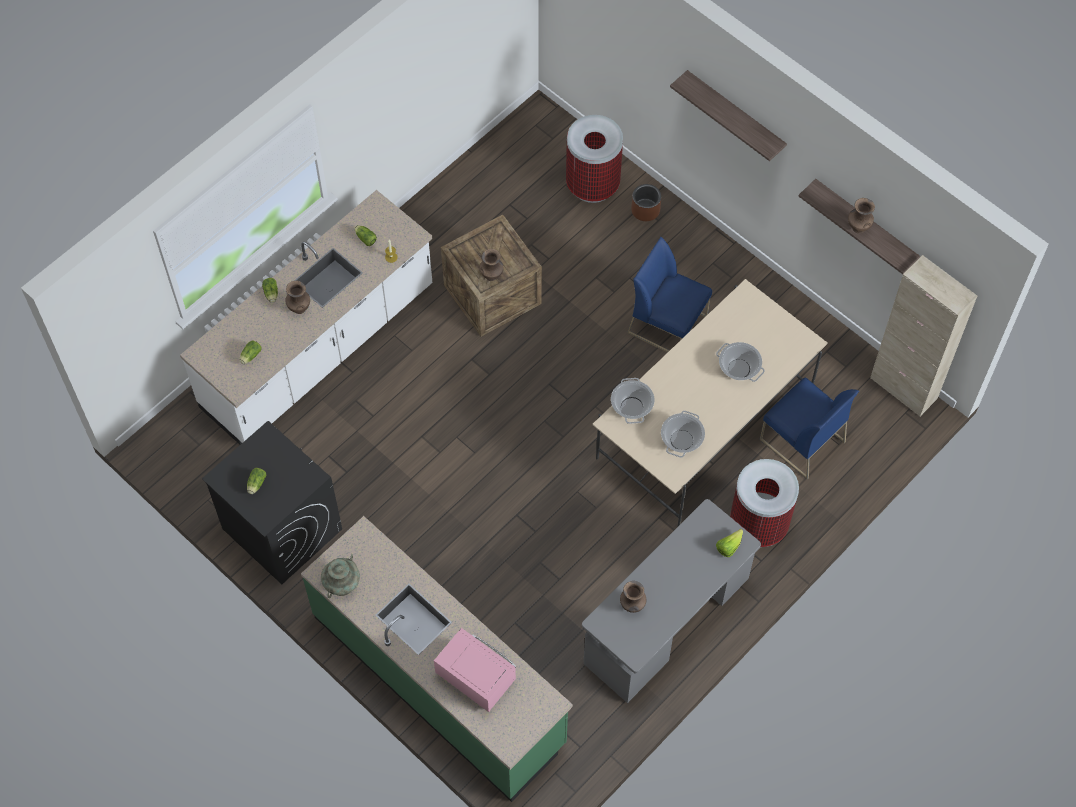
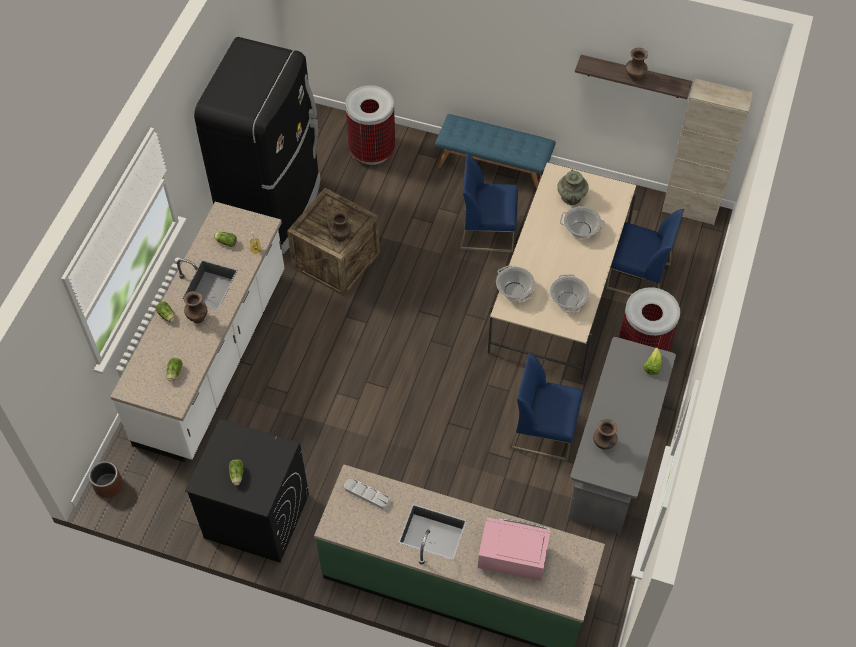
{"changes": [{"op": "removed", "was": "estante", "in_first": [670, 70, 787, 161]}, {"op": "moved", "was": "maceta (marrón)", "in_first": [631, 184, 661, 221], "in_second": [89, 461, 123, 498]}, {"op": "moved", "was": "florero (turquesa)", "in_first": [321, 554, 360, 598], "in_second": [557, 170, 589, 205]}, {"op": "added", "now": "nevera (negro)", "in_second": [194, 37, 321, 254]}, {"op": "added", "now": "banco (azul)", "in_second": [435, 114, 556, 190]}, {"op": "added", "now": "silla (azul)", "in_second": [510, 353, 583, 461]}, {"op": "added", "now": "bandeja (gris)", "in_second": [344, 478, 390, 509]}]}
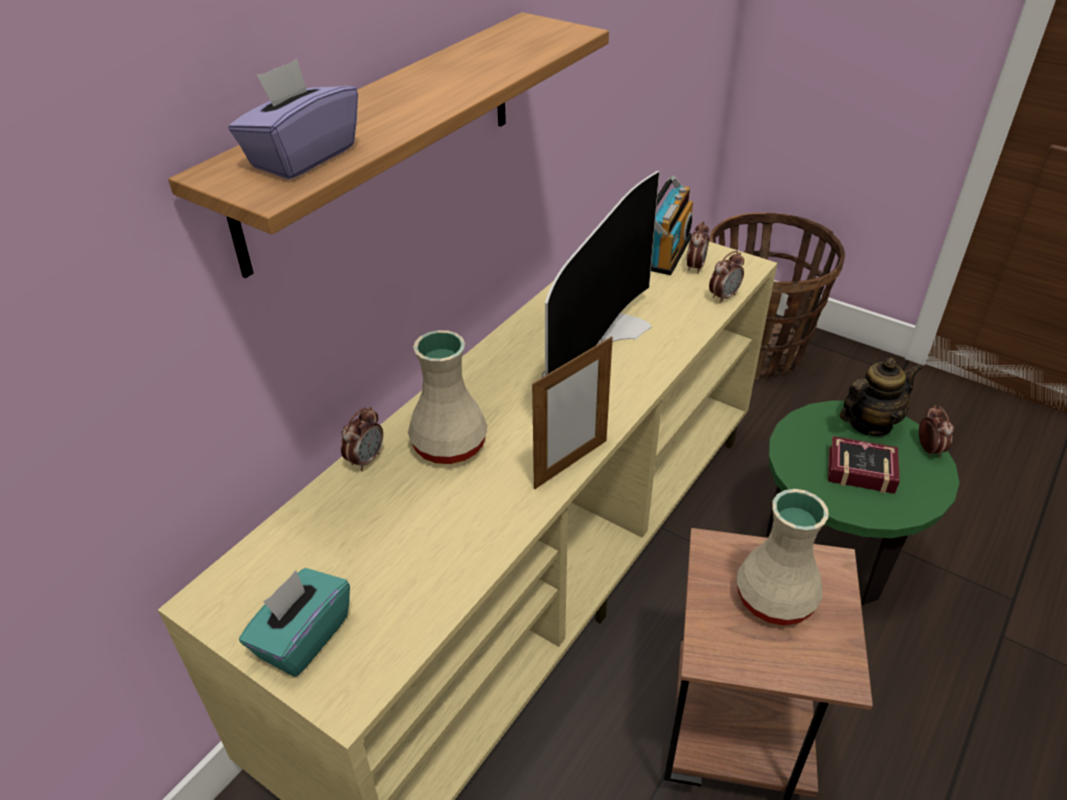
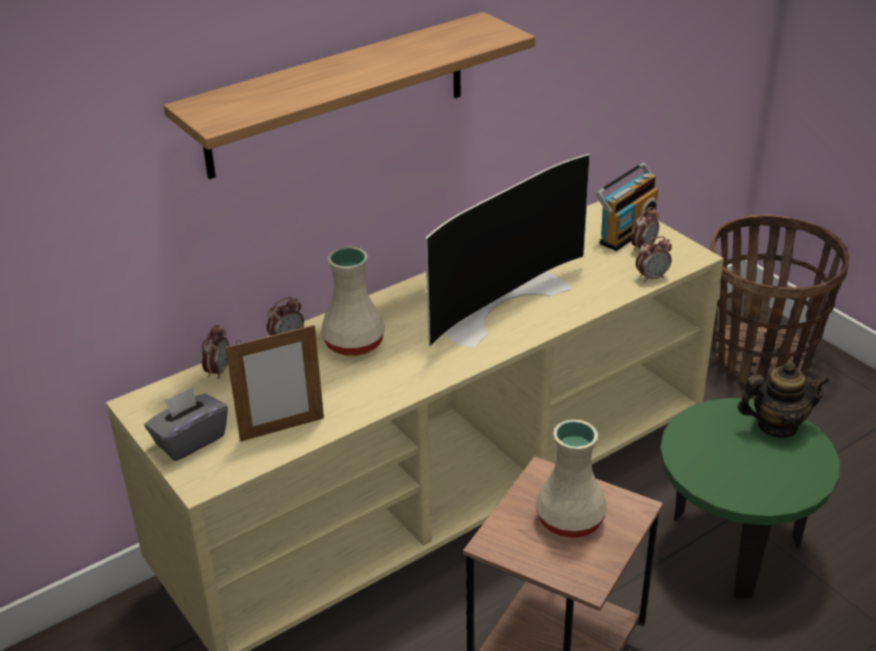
{"changes": [{"op": "removed", "was": "caja de pañuelos (morado)", "in_first": [228, 59, 358, 180]}, {"op": "moved", "was": "portarretratos", "in_first": [532, 336, 613, 489], "in_second": [226, 324, 324, 442]}, {"op": "moved", "was": "despertador", "in_first": [919, 405, 954, 457], "in_second": [202, 325, 229, 379]}, {"op": "removed", "was": "libro", "in_first": [828, 436, 900, 494]}, {"op": "recoloured", "was": "caja de pañuelos (turquesa)", "now": "caja de pañuelos (gris)", "in_first": [239, 568, 350, 677], "in_second": [144, 387, 228, 461]}]}
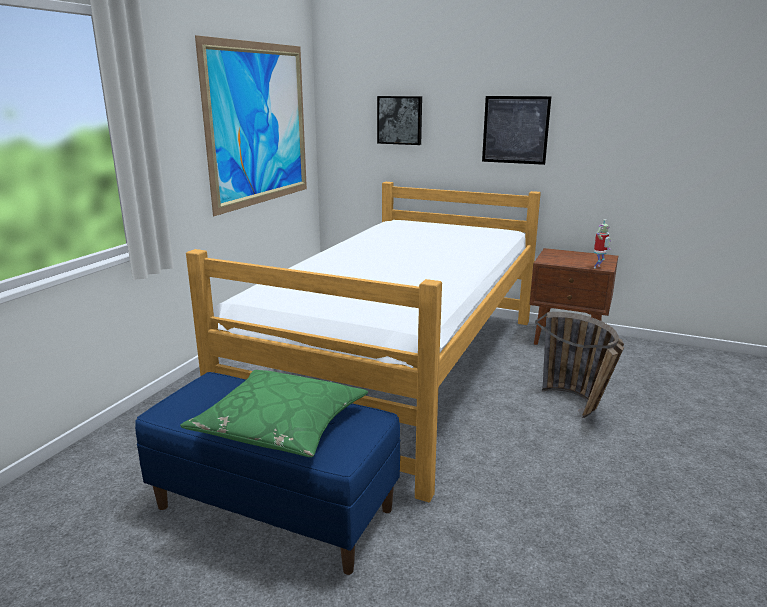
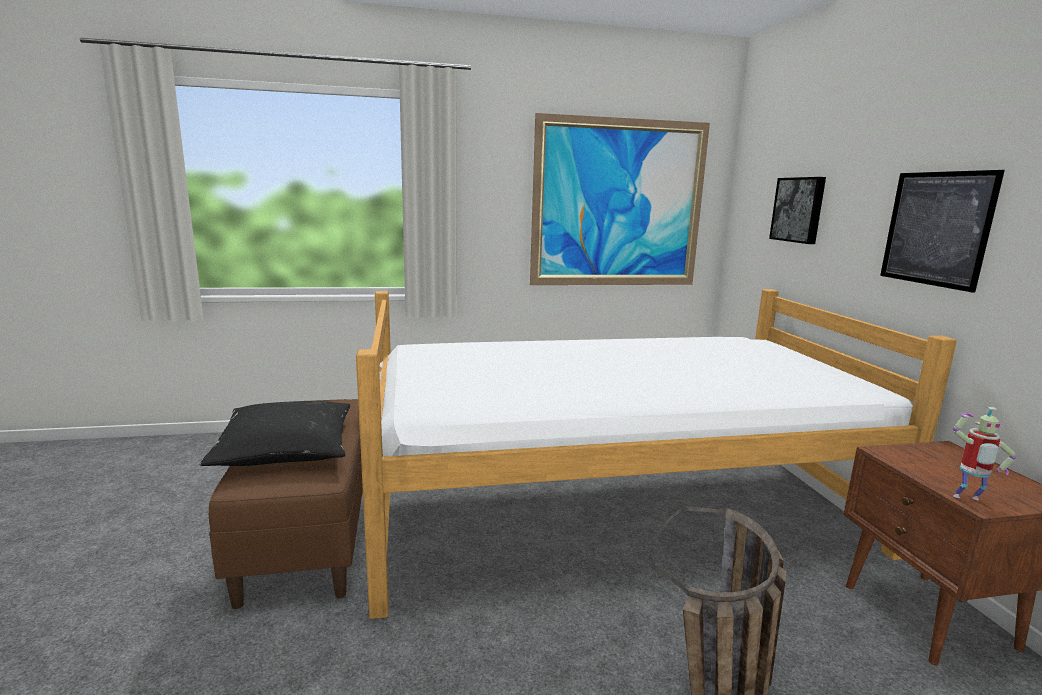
{"changes": [{"op": "recoloured", "was": "cojín (verde)", "now": "cojín (negro)", "in_first": [180, 370, 368, 457], "in_second": [200, 401, 350, 466]}, {"op": "recoloured", "was": "banco (azul)", "now": "banco (marrón)", "in_first": [135, 372, 401, 575], "in_second": [209, 399, 363, 609]}]}
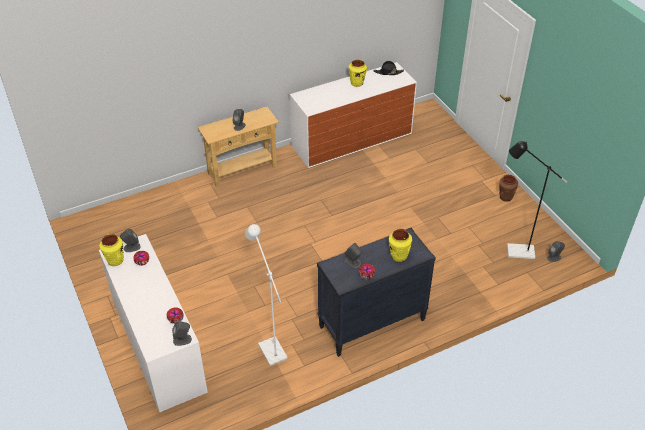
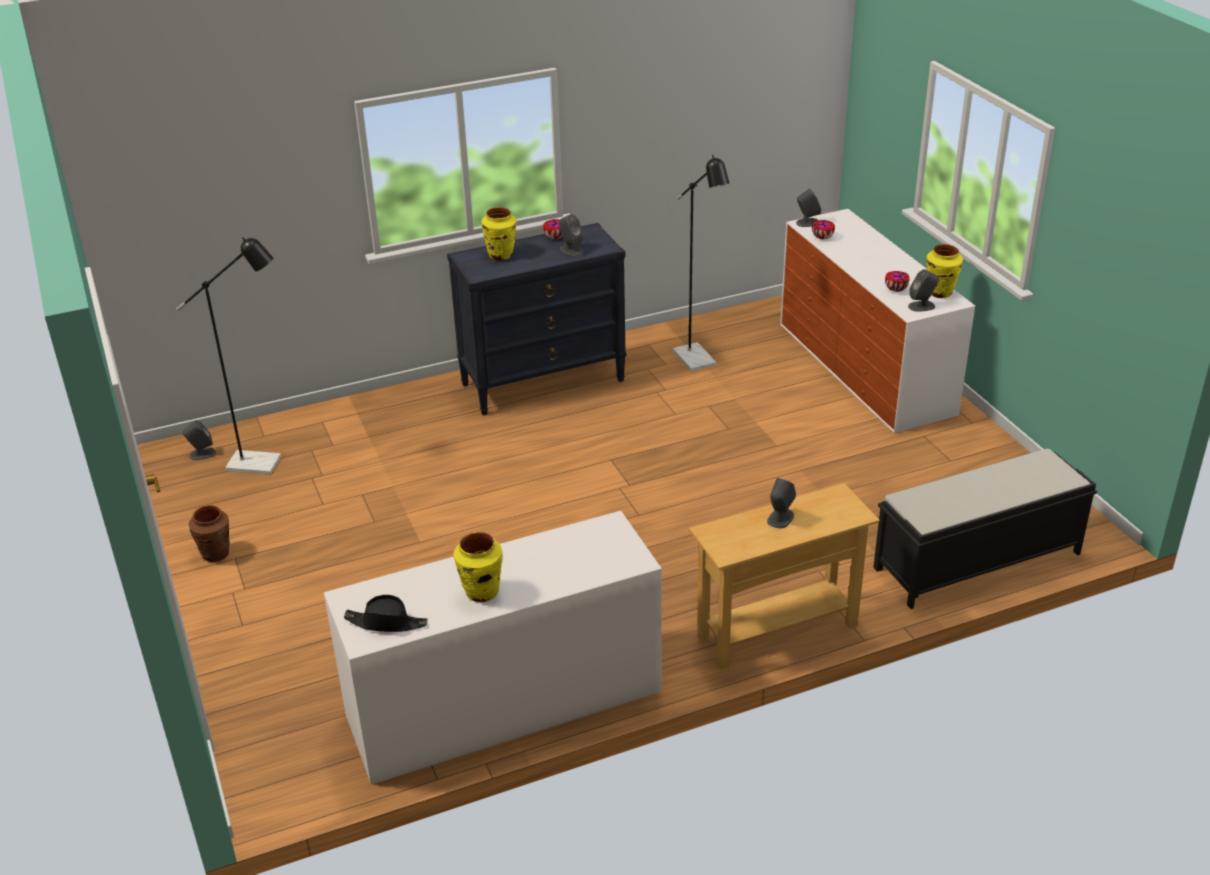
{"changes": [{"op": "recoloured", "was": "lámpara de pie (blanco)", "now": "lámpara de pie (negro)", "in_first": [245, 224, 288, 366], "in_second": [673, 155, 730, 371]}, {"op": "added", "now": "banco (negro)", "in_second": [873, 449, 1097, 609]}]}
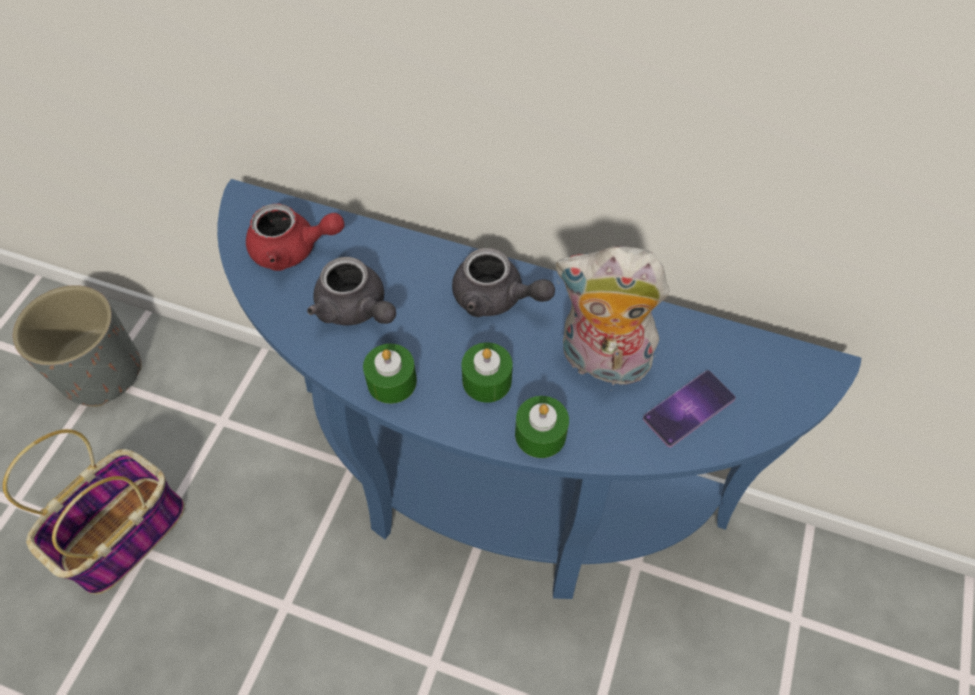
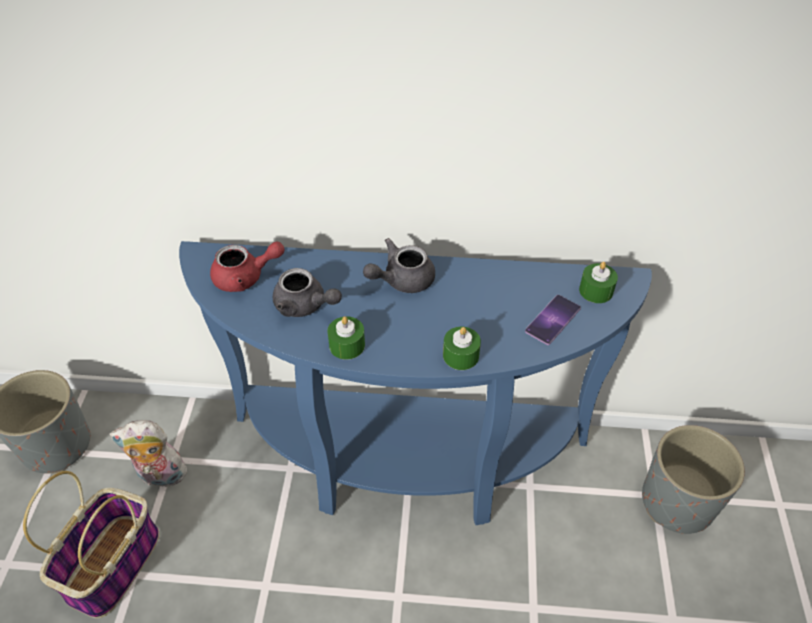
{"changes": [{"op": "moved", "was": "peluche", "in_first": [556, 246, 670, 391], "in_second": [109, 420, 189, 487]}, {"op": "turned", "was": "tetera (gris)", "in_first": [452, 248, 555, 317], "in_second": [363, 238, 435, 293], "clockwise": 135}, {"op": "moved", "was": "vela (verde)", "in_first": [462, 343, 513, 403], "in_second": [579, 262, 618, 303]}, {"op": "added", "now": "maceta (gris)", "in_second": [642, 425, 745, 534]}]}
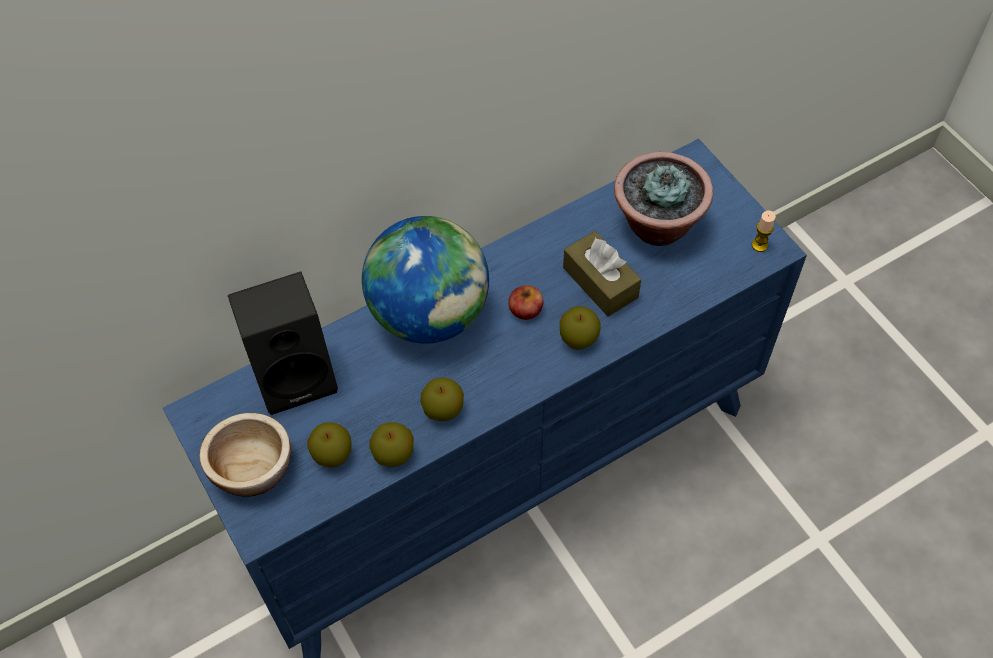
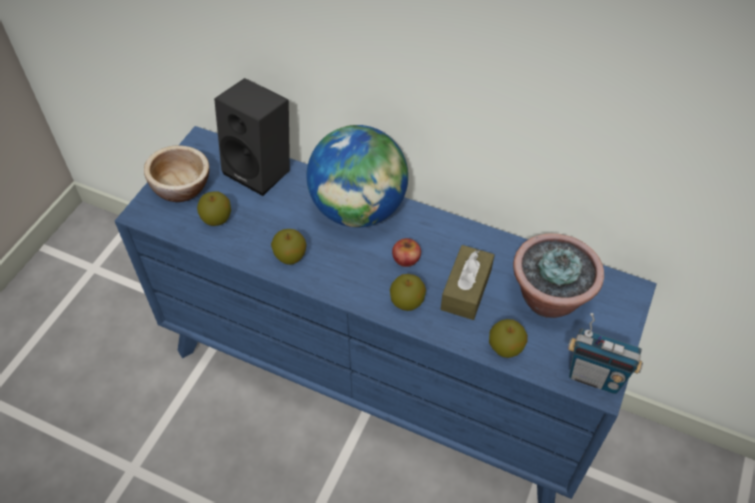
{"changes": [{"op": "replaced", "was": "vela", "now": "radio", "in_first": [752, 211, 776, 252], "in_second": [567, 313, 643, 394]}, {"op": "moved", "was": "manzana", "in_first": [369, 422, 414, 467], "in_second": [489, 319, 528, 358]}]}
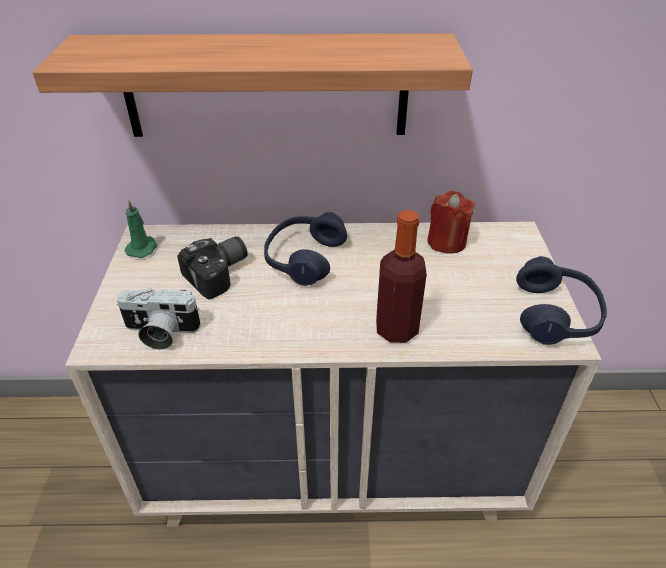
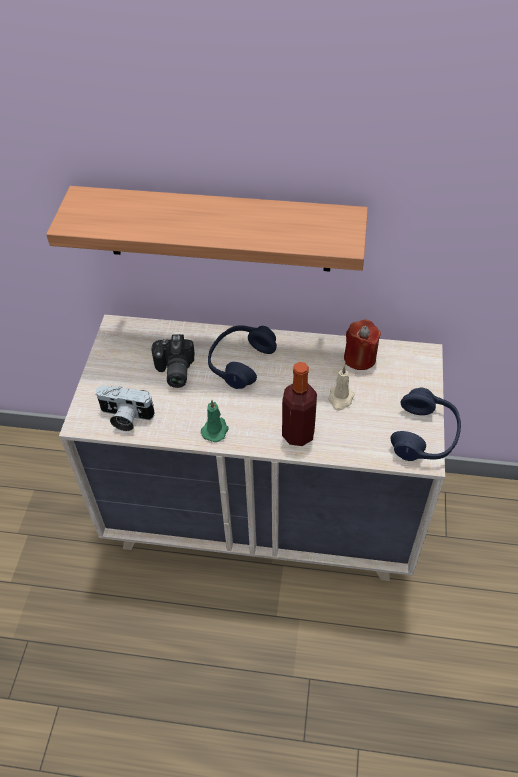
{"changes": [{"op": "moved", "was": "vela (verde)", "in_first": [125, 200, 158, 258], "in_second": [201, 400, 229, 442]}, {"op": "turned", "was": "cámara", "in_first": [177, 236, 248, 300], "in_second": [151, 334, 195, 388], "clockwise": 120}, {"op": "added", "now": "vela (beis)", "in_second": [329, 366, 355, 411]}]}
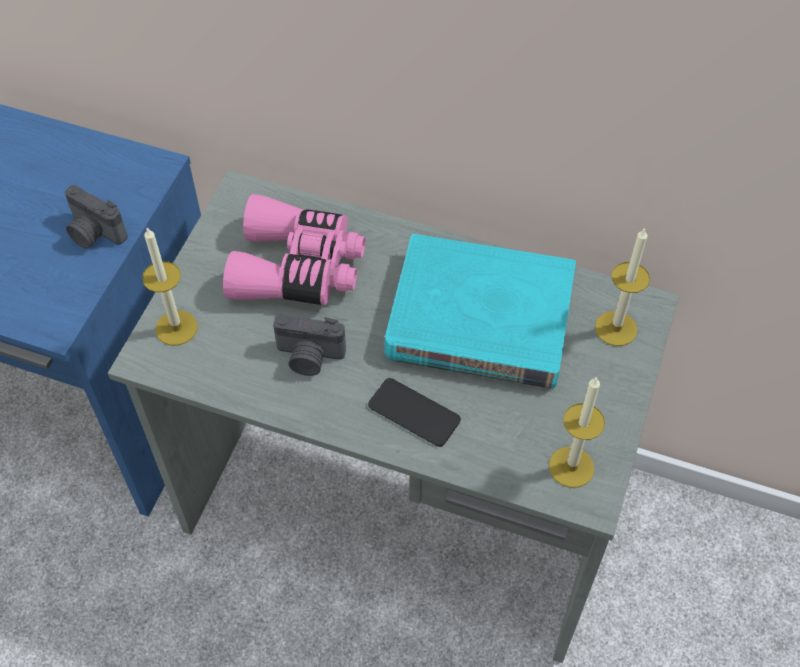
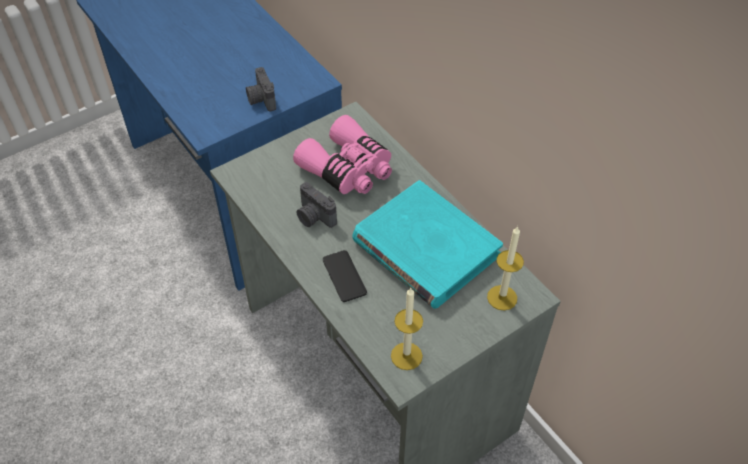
{"changes": [{"op": "removed", "was": "vela", "in_first": [142, 228, 198, 345]}]}
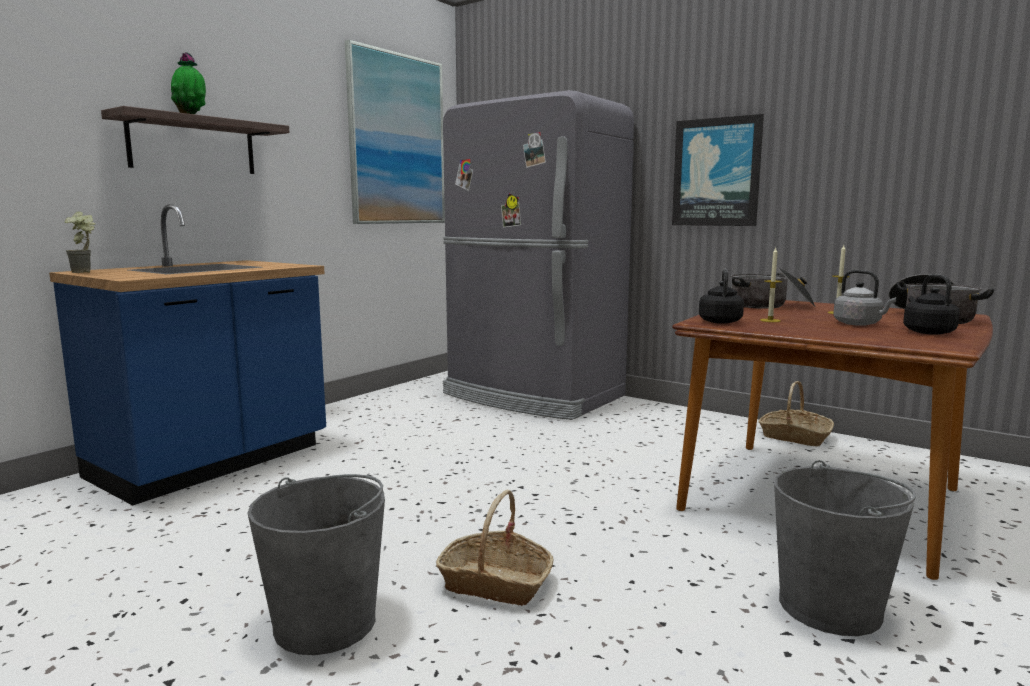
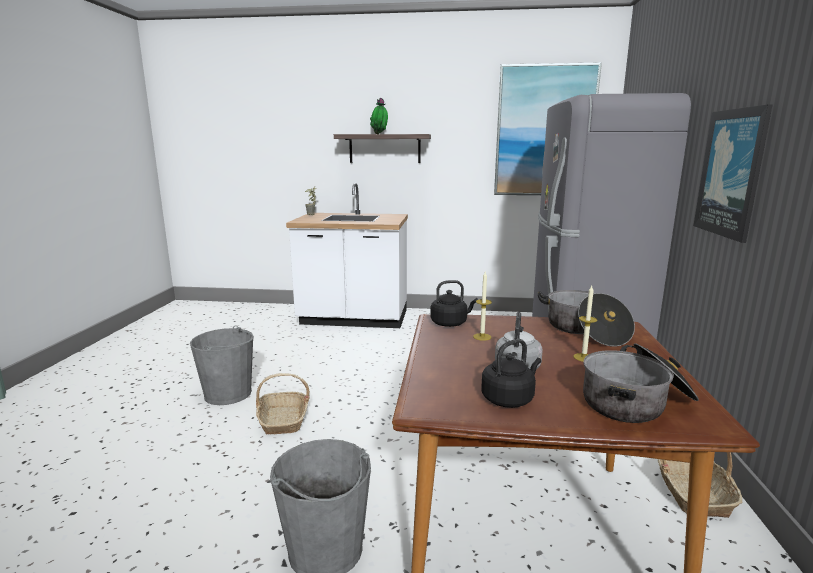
{"changes": [{"op": "recoloured", "was": "mueble bajo de cocina (azul)", "now": "mueble bajo de cocina (blanco)", "in_first": [49, 204, 326, 506], "in_second": [286, 183, 408, 328]}]}
